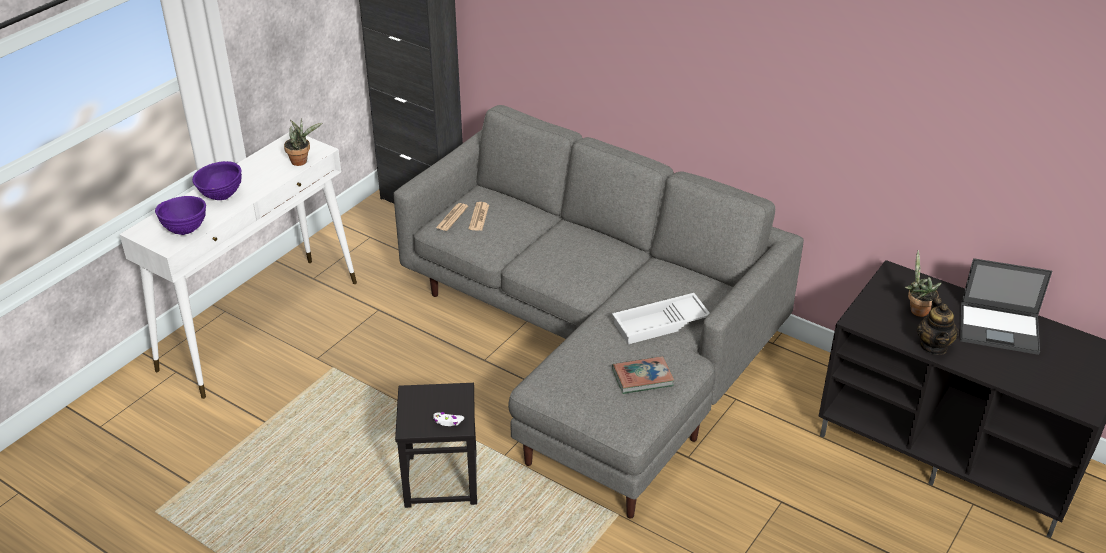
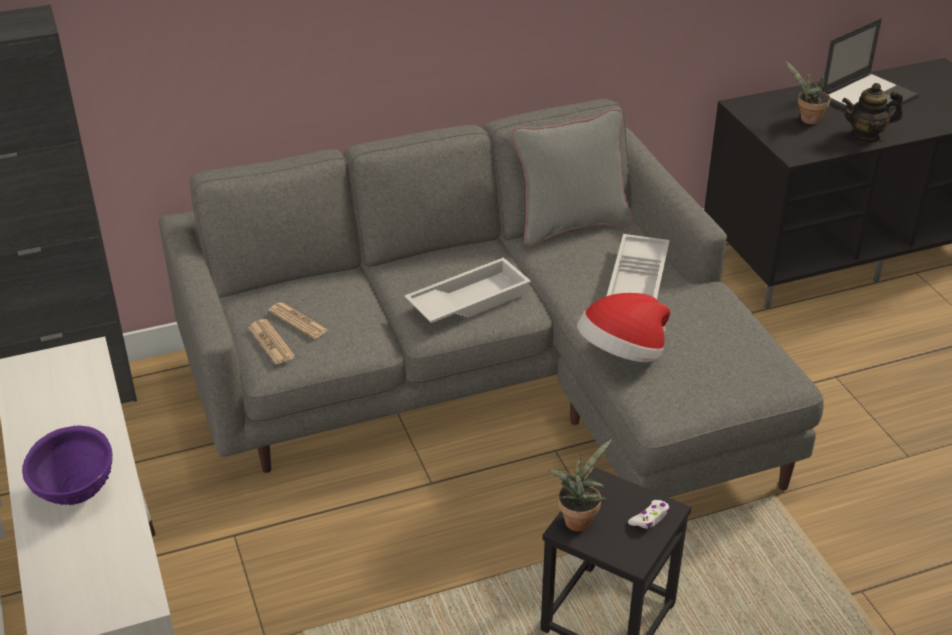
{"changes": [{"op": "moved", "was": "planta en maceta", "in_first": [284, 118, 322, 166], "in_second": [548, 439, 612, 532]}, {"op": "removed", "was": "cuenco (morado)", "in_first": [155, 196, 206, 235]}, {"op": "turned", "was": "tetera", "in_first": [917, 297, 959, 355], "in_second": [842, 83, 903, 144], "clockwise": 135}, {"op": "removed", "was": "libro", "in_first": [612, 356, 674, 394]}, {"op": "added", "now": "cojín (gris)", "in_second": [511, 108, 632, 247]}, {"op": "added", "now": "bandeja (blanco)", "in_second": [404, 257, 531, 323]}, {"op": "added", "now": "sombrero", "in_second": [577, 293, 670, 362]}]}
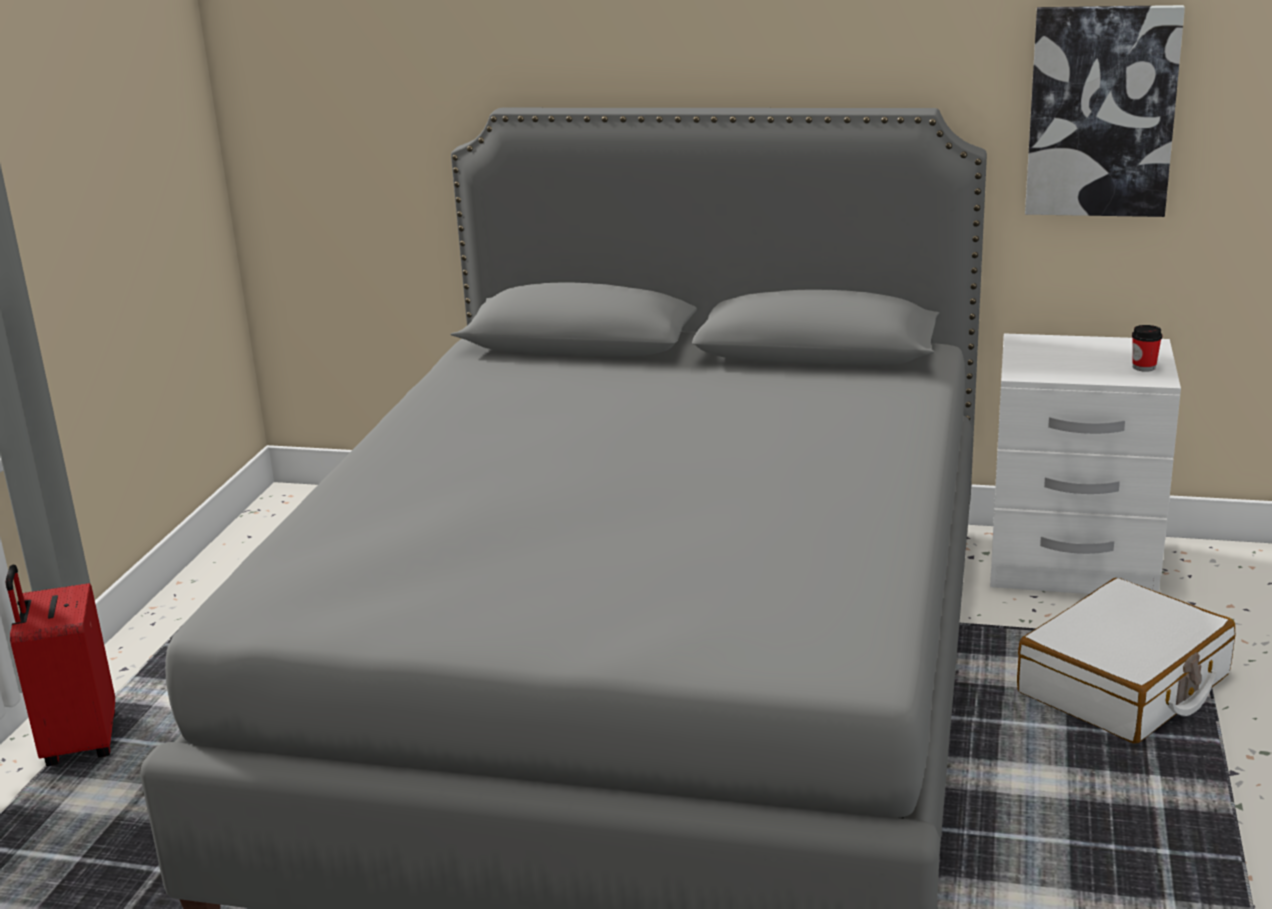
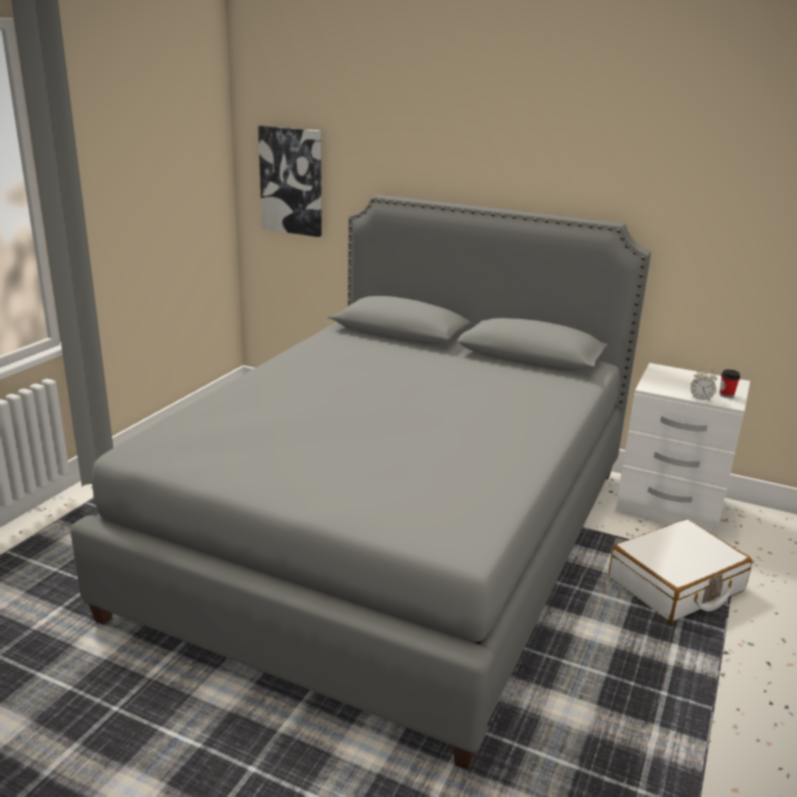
{"changes": [{"op": "moved", "was": "cuadro", "in_first": [1025, 5, 1185, 217], "in_second": [258, 125, 322, 237]}, {"op": "removed", "was": "maleta (rojo)", "in_first": [6, 564, 115, 766]}, {"op": "added", "now": "despertador", "in_second": [691, 368, 717, 401]}]}
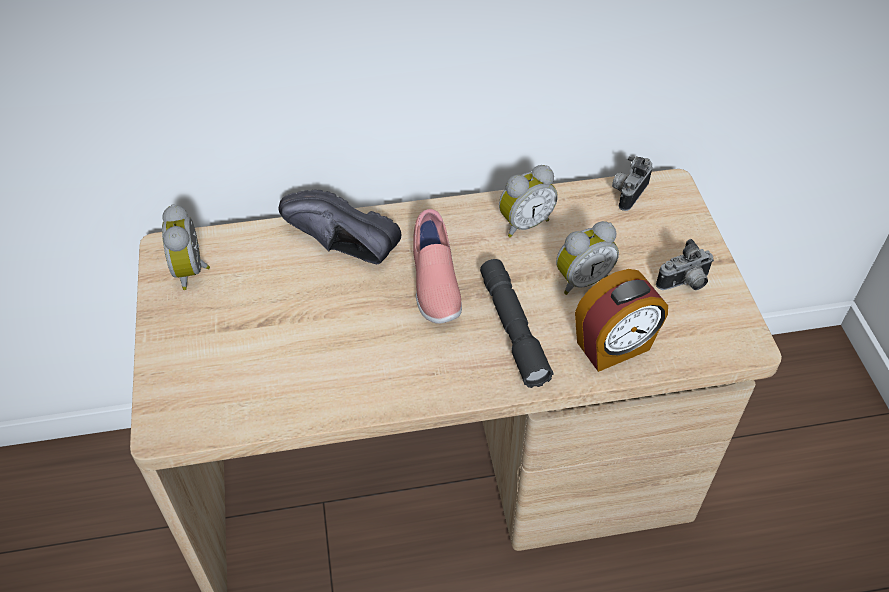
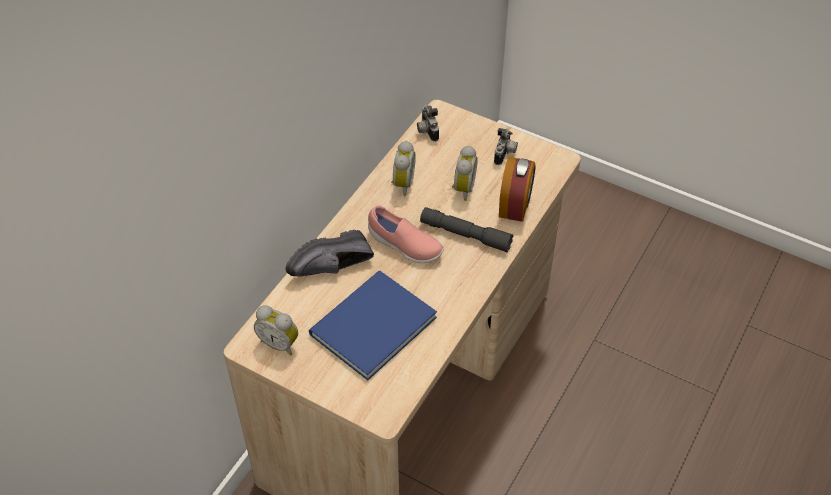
{"changes": [{"op": "added", "now": "libro (azul)", "in_second": [309, 271, 437, 380]}]}
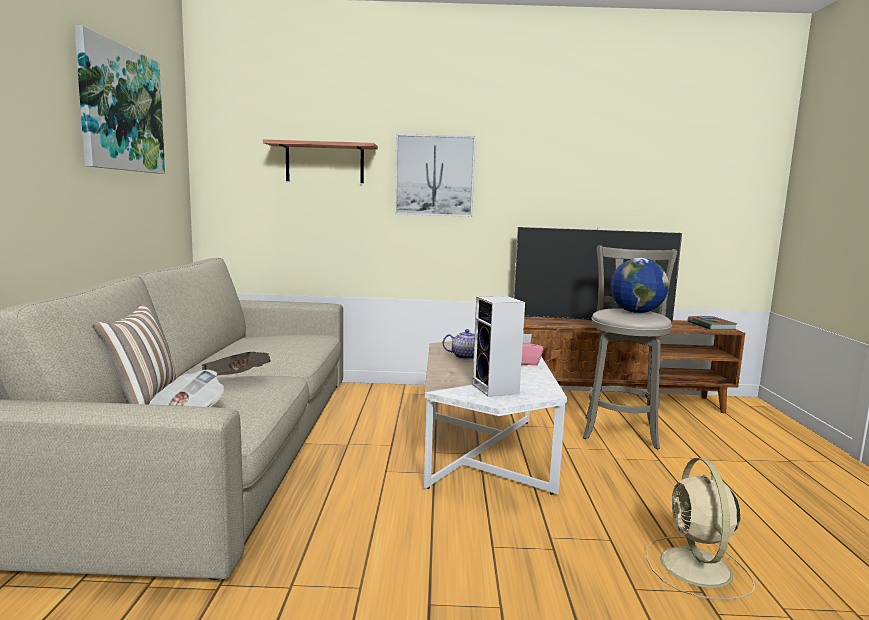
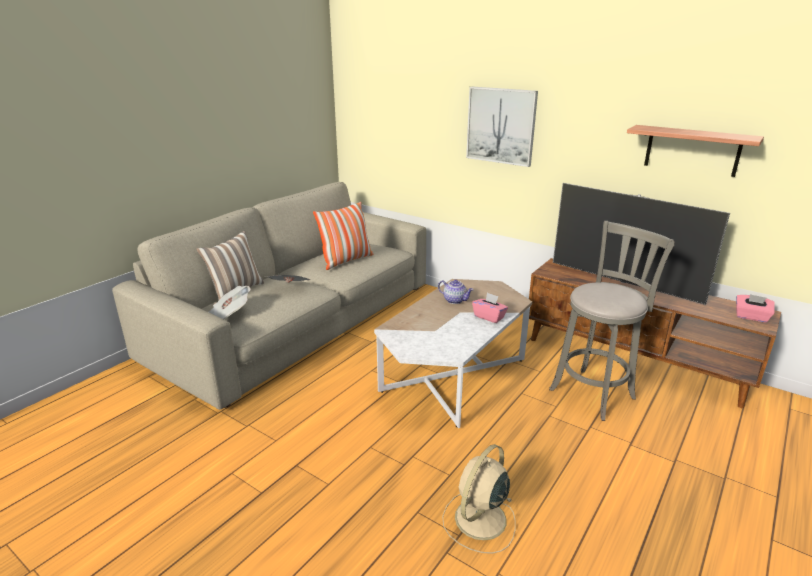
{"changes": [{"op": "removed", "was": "cuadro", "in_first": [74, 25, 165, 174]}, {"op": "moved", "was": "estante", "in_first": [263, 139, 378, 183], "in_second": [627, 125, 764, 177]}, {"op": "removed", "was": "globo terráqueo", "in_first": [610, 258, 669, 313]}, {"op": "removed", "was": "altavoz", "in_first": [472, 296, 525, 397]}, {"op": "replaced", "was": "libro", "now": "caja de pañuelos (rosa)", "in_first": [687, 316, 737, 330], "in_second": [736, 294, 774, 323]}, {"op": "added", "now": "cojín", "in_second": [313, 201, 373, 270]}]}
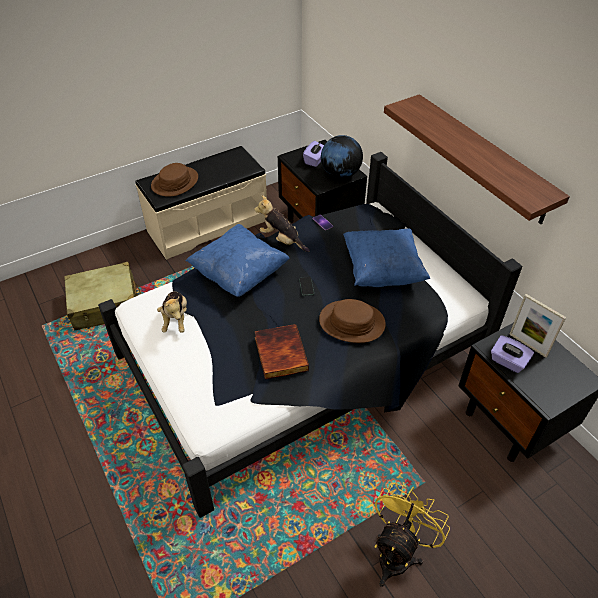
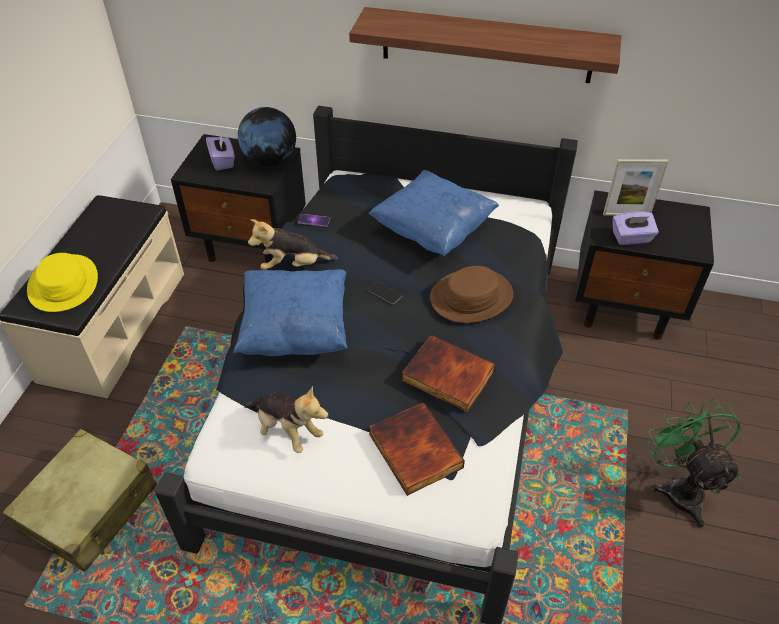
{"changes": [{"op": "recoloured", "was": "sombrero (marrón)", "now": "sombrero (amarillo)", "in_first": [151, 163, 198, 197], "in_second": [27, 253, 98, 312]}, {"op": "recoloured", "was": "ventilador (amarillo)", "now": "ventilador (verde)", "in_first": [375, 483, 450, 587], "in_second": [648, 398, 740, 528]}, {"op": "added", "now": "libro", "in_second": [369, 402, 465, 496]}]}
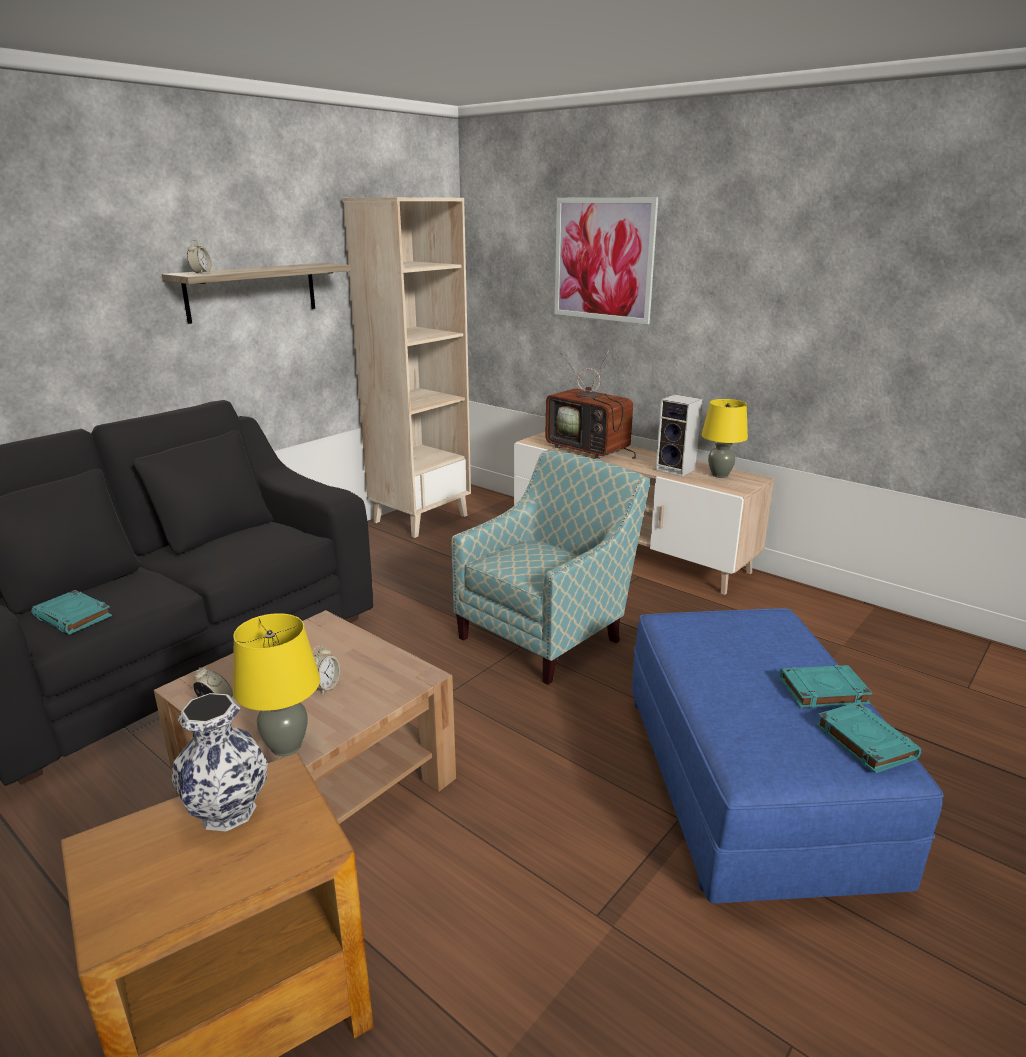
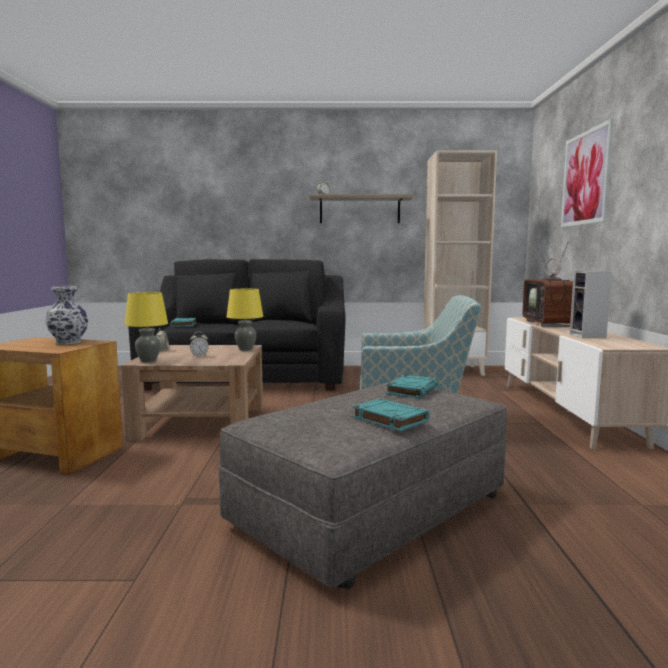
{"changes": [{"op": "moved", "was": "lámpara de mesa (amarillo)", "in_first": [701, 399, 748, 478], "in_second": [227, 289, 263, 351]}, {"op": "recoloured", "was": "puf (azul)", "now": "puf (gris)", "in_first": [632, 608, 944, 903], "in_second": [219, 383, 507, 589]}, {"op": "moved", "was": "libro (turquesa)", "in_first": [816, 702, 921, 773], "in_second": [386, 375, 438, 398]}]}
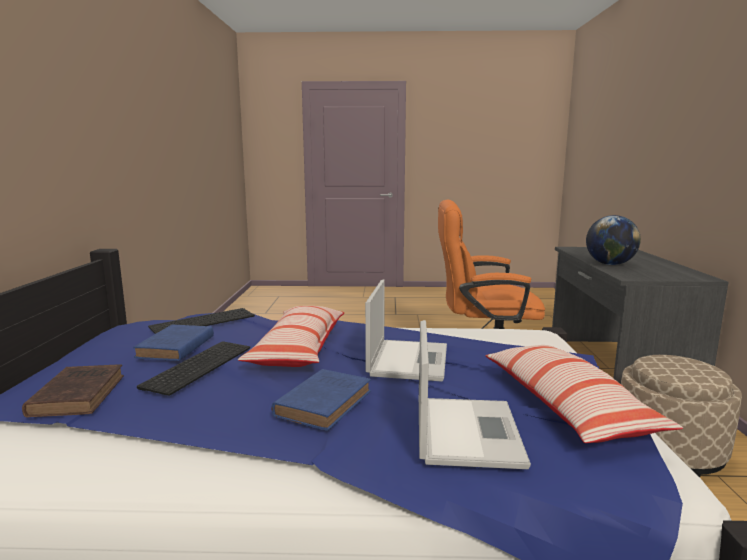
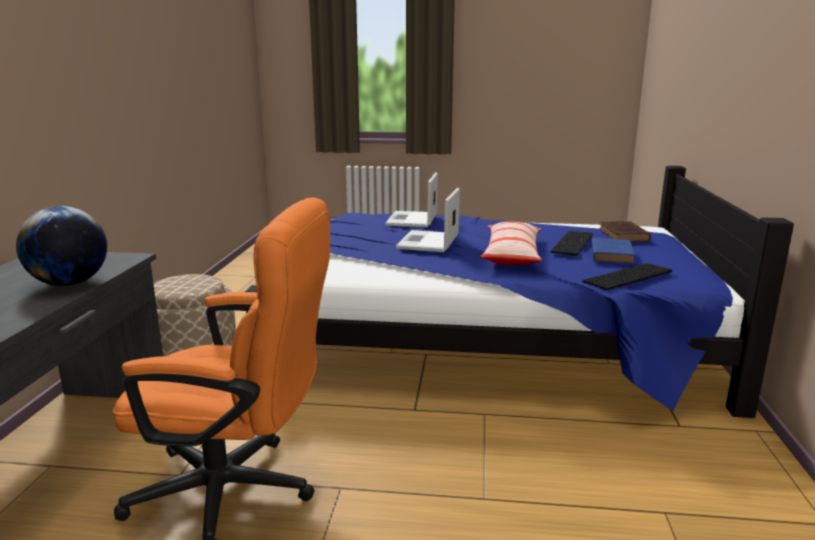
{"changes": [{"op": "removed", "was": "cojín", "in_first": [486, 345, 683, 443]}, {"op": "removed", "was": "libro (azul)", "in_first": [272, 369, 371, 431]}]}
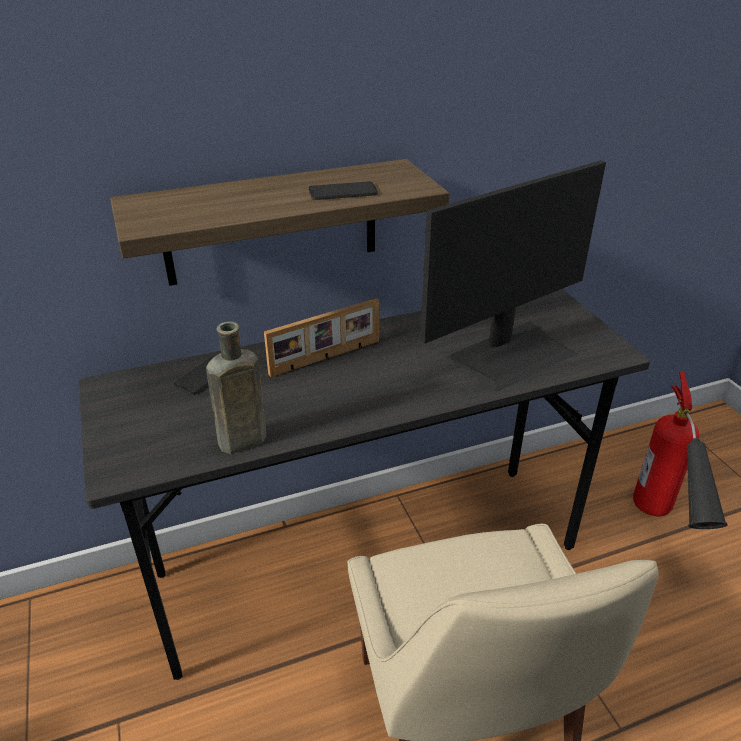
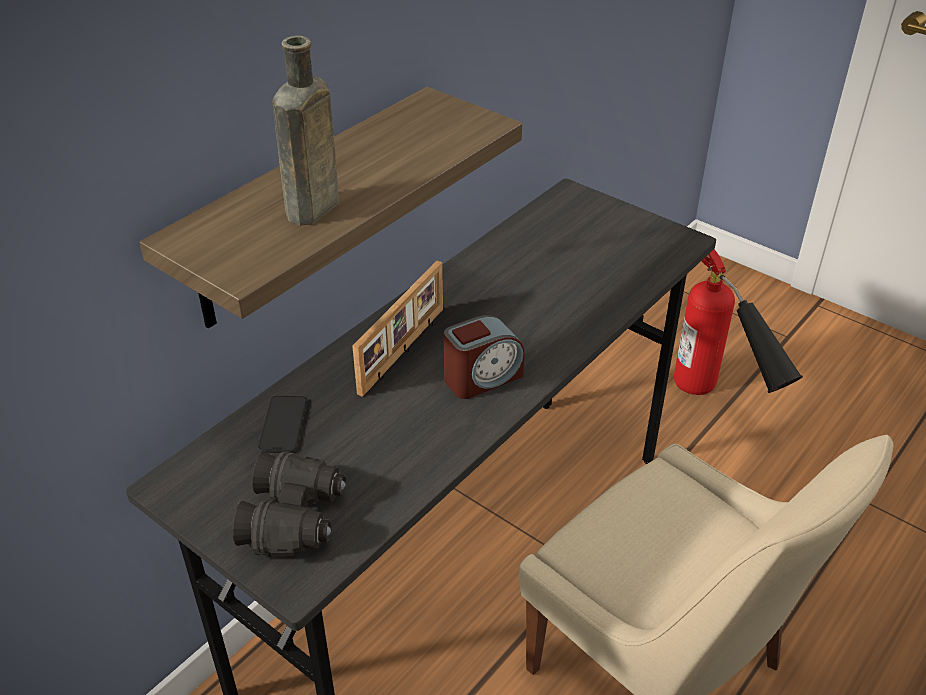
{"changes": [{"op": "removed", "was": "monitor", "in_first": [420, 160, 606, 392]}, {"op": "removed", "was": "móvil", "in_first": [308, 182, 378, 200]}, {"op": "moved", "was": "botella (marrón)", "in_first": [206, 321, 266, 454], "in_second": [272, 35, 339, 225]}, {"op": "added", "now": "despertador", "in_second": [444, 315, 525, 399]}, {"op": "added", "now": "prismáticos (negro)", "in_second": [232, 452, 346, 556]}]}
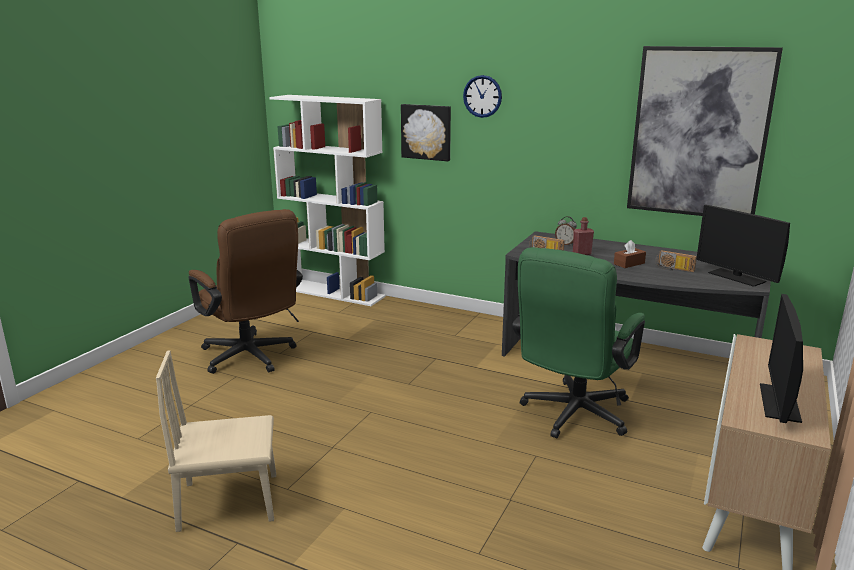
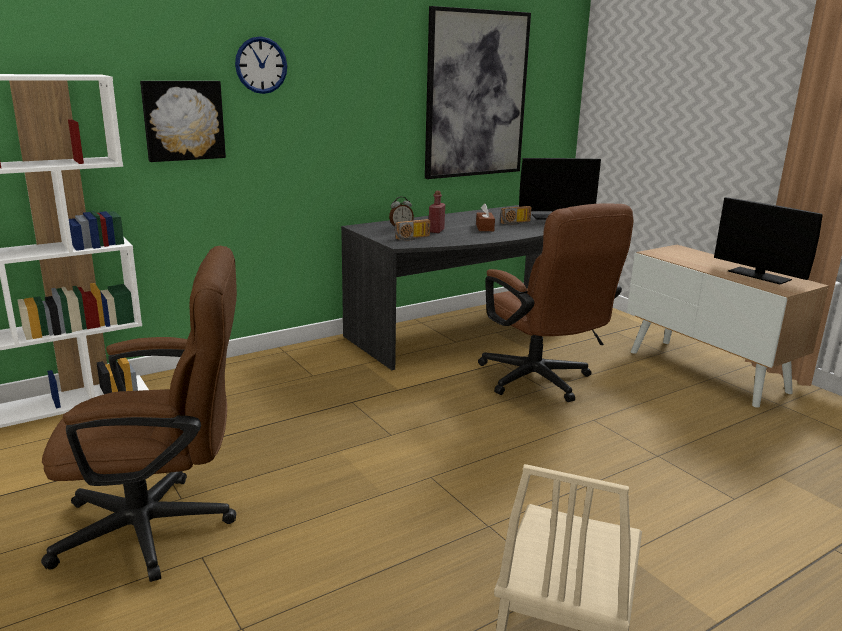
{"changes": [{"op": "recoloured", "was": "silla de oficina (verde)", "now": "silla de oficina (marrón)", "in_first": [512, 247, 645, 438], "in_second": [478, 203, 634, 402]}]}
